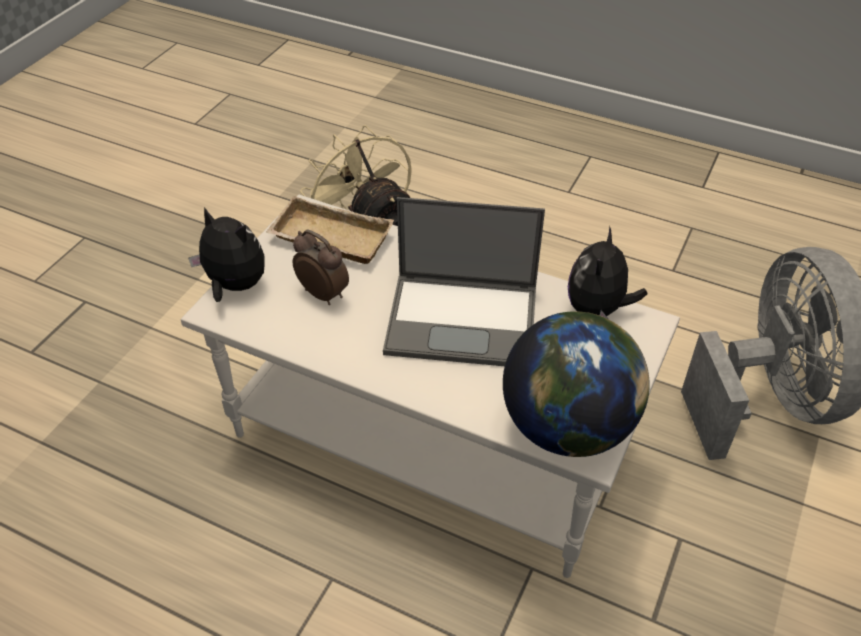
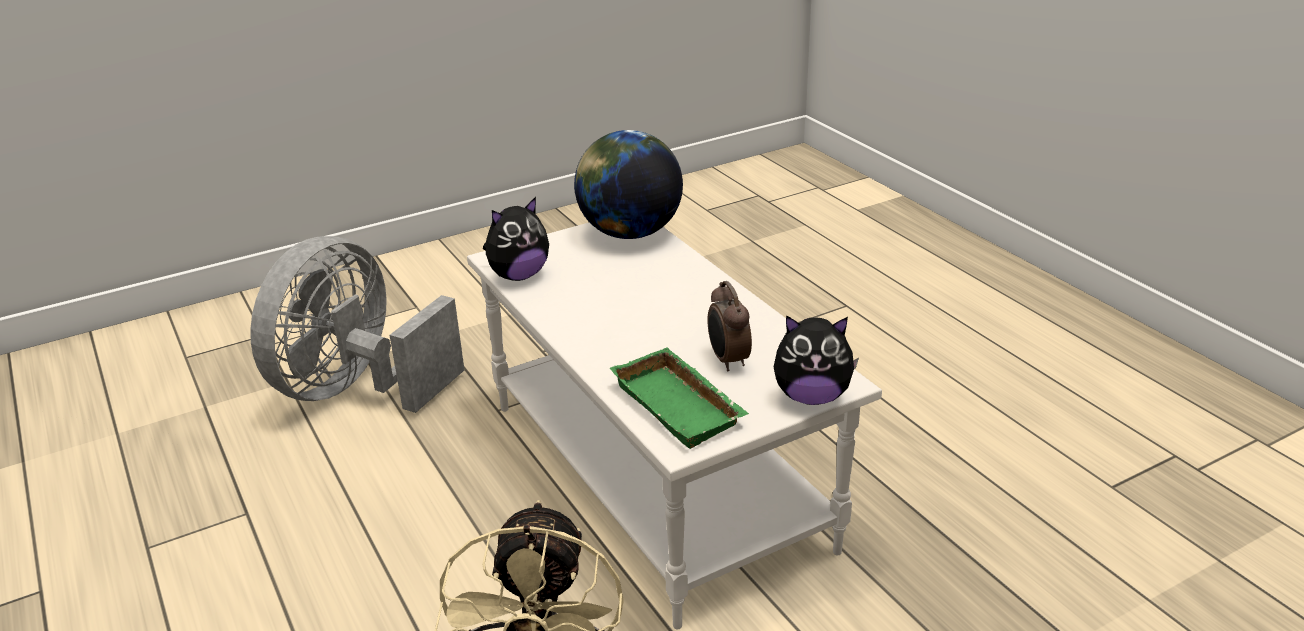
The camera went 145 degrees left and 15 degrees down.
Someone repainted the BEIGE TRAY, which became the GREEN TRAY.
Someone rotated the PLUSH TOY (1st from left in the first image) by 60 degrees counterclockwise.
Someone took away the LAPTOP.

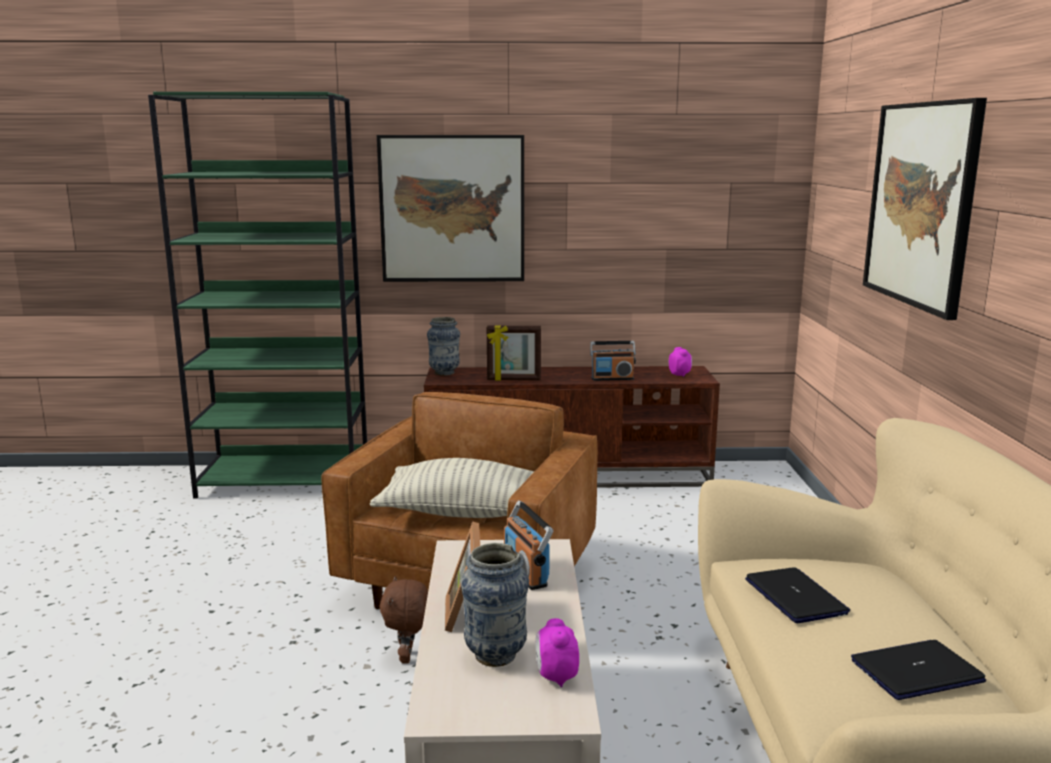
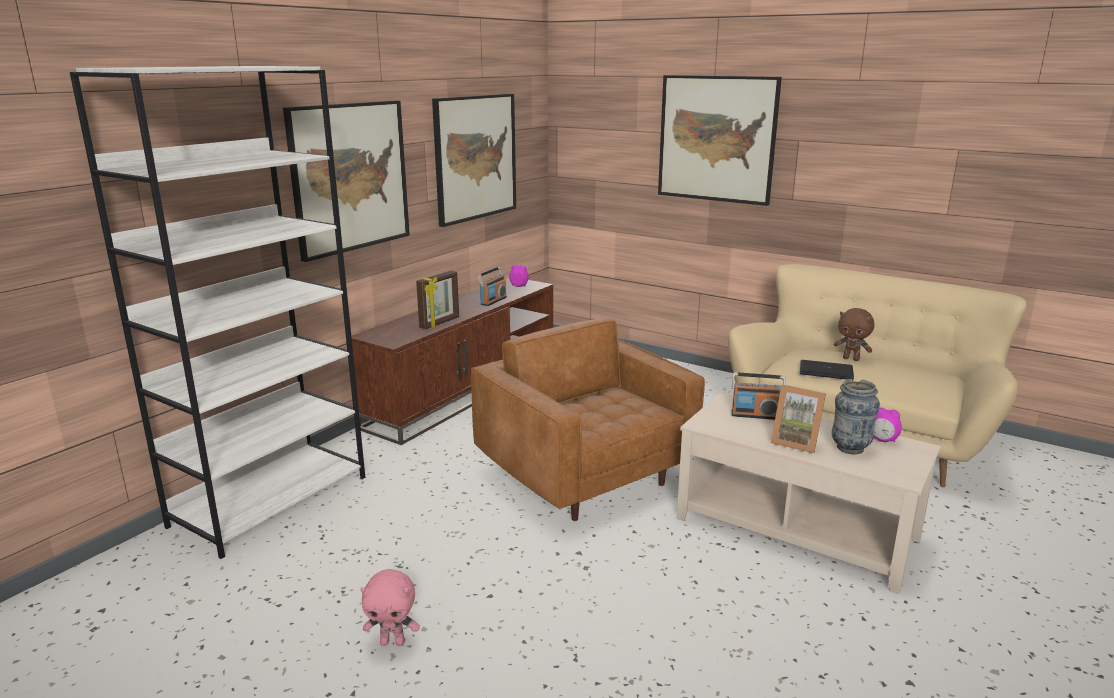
The camera went 55 degrees left and 5 degrees up.
Someone repainted the GREEN BOOKCASE, which became the WHITE BOOKCASE.
Someone put down the PINK PLUSH TOY.
Someone put up the PICTURE (2nd from left).
Someone carried the BROWN PLUSH TOY.
Someone took away the PILLOW.
Someone took away the VASE (1st from left).
Someone took away the LAPTOP (2nd from left).

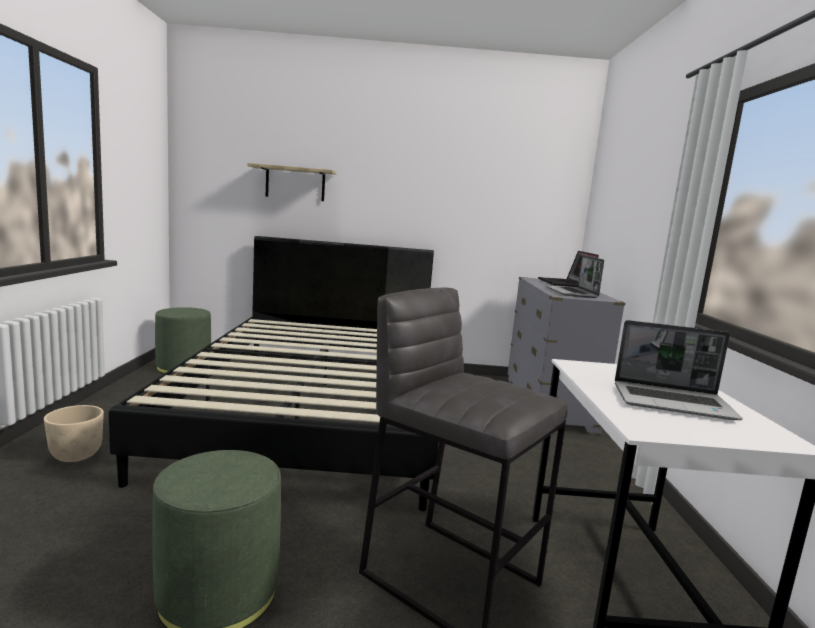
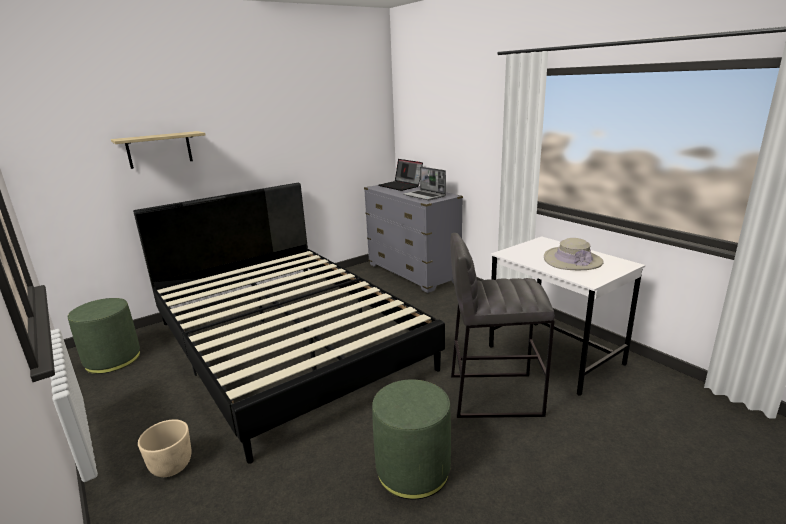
The camera went 35 degrees left and 10 degrees up.
Someone swapped the LAPTOP (3rd from left) for the BEIGE HAT.

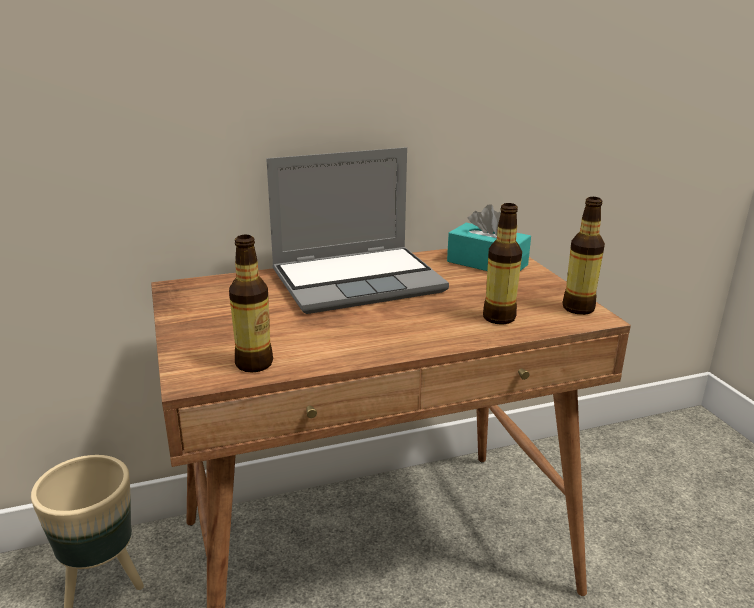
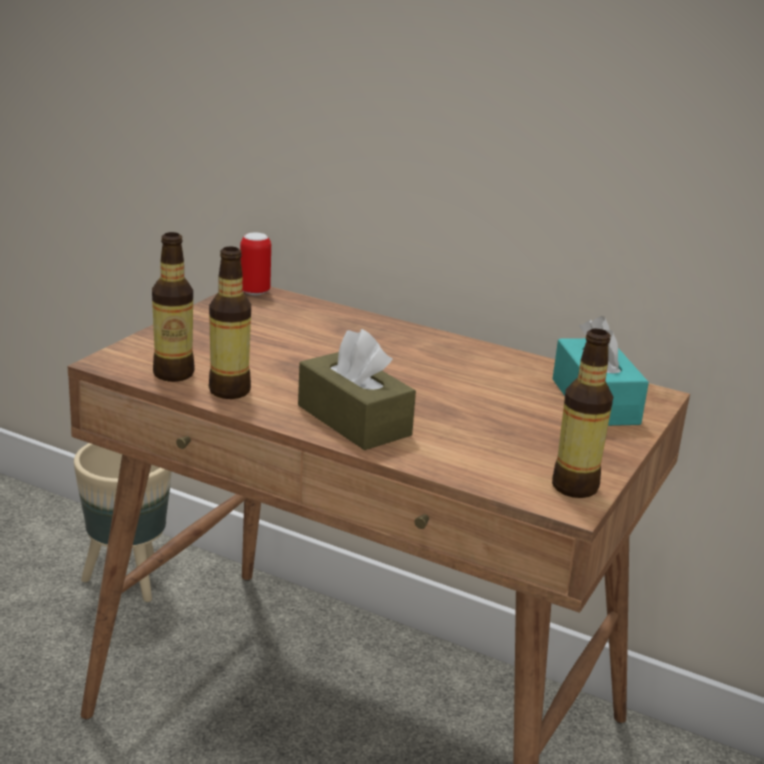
The camera went 45 degrees right and 0 degrees up.
Someone carried the BOTTLE (2nd from left).
Someone put down the CAN.
Someone put down the BROWN TISSUE BOX.
Someone took away the LAPTOP.

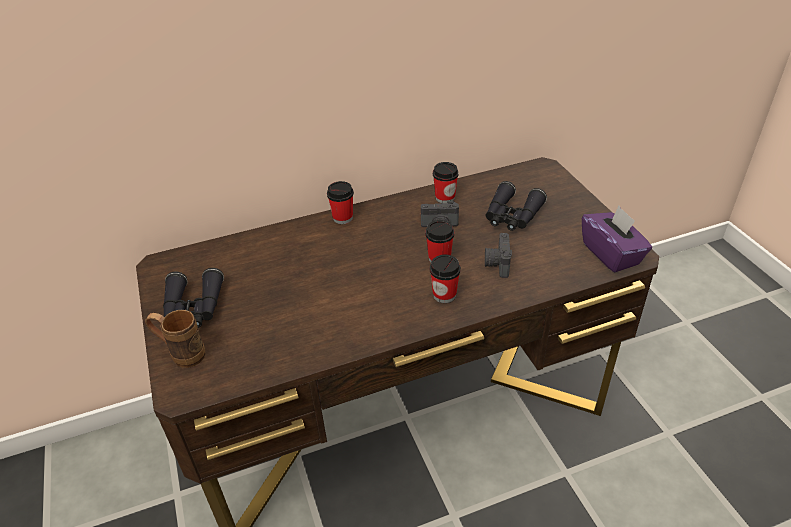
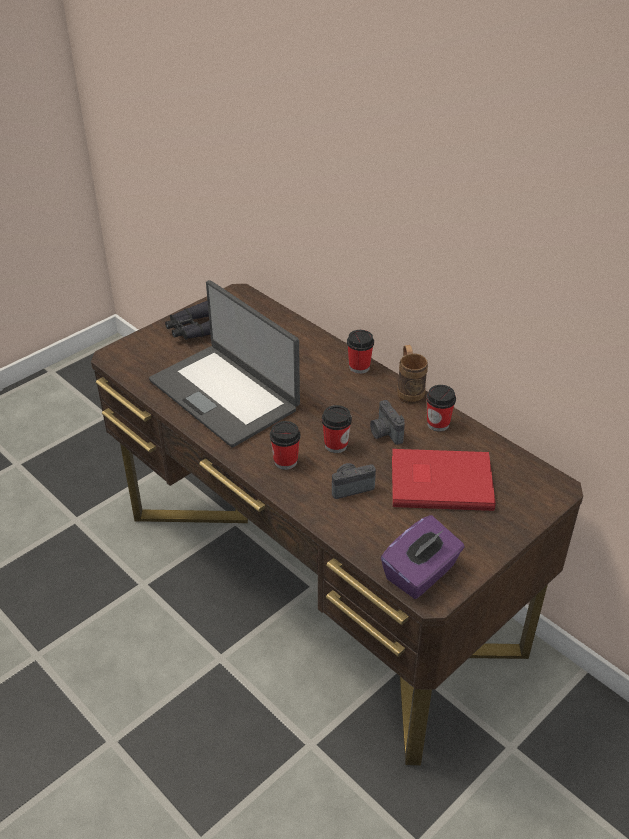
The camera went 65 degrees right and 0 degrees up.
Someone put down the LAPTOP.
Someone swapped the BLACK BINOCULARS (2nd from left) for the RED BOOK.
Someone carried the BROWN MUG.

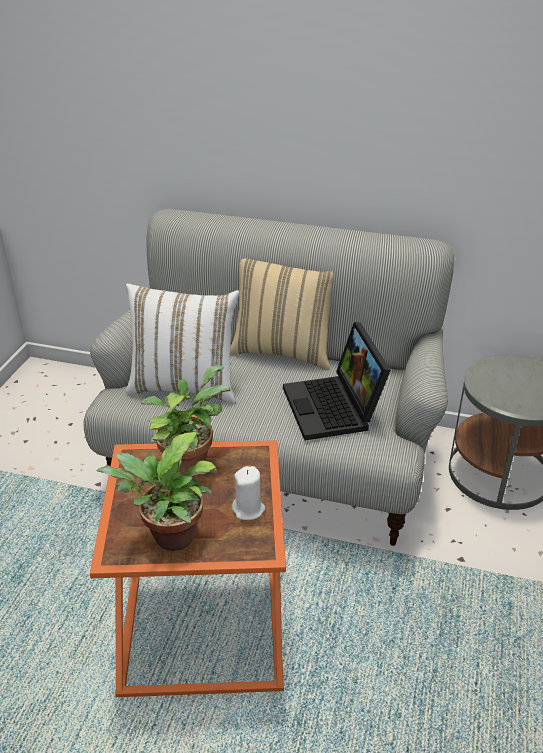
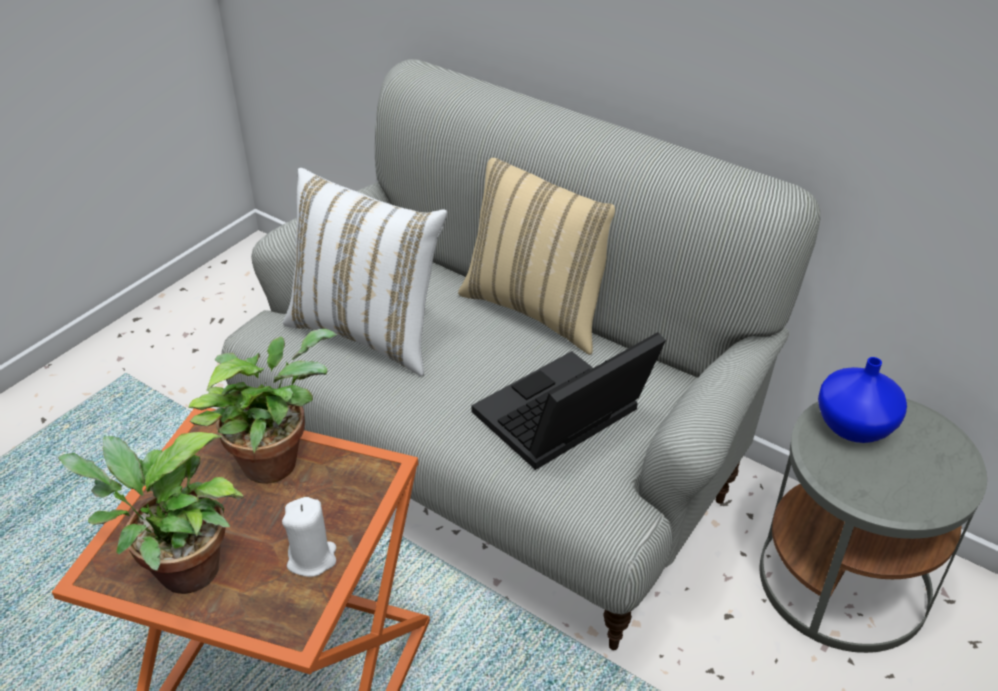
The camera went 20 degrees right and 5 degrees up.
Someone rotated the LAPTOP by 45 degrees clockwise.
Someone put down the BLUE VASE.

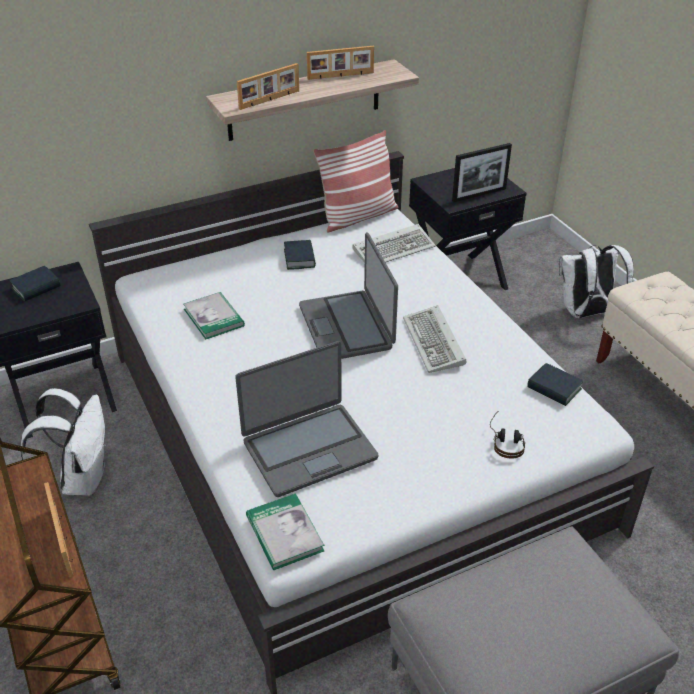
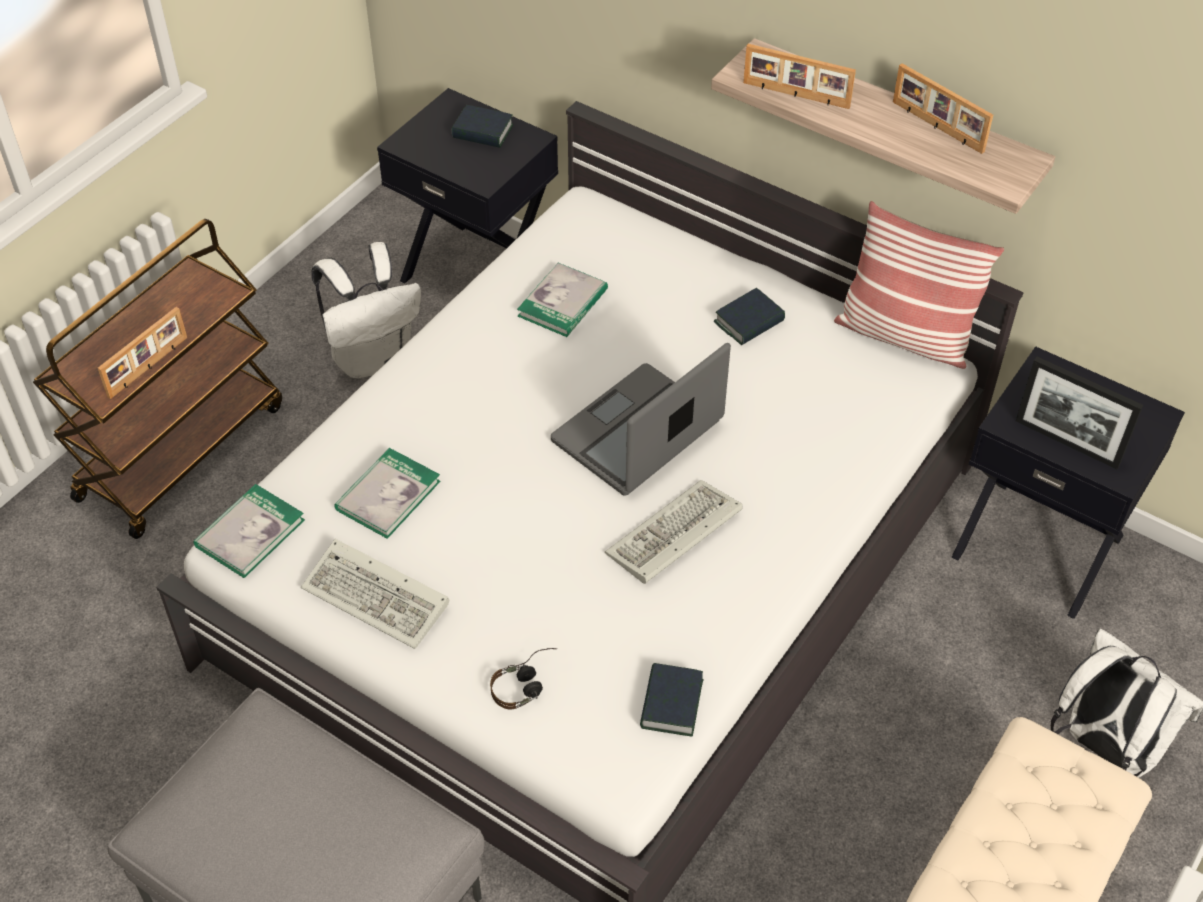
The camera went 60 degrees right and 10 degrees up.
Someone carried the KEYBOARD (1st from left).
Someone swapped the LAPTOP (1st from left) for the BOOK (2nd from left).

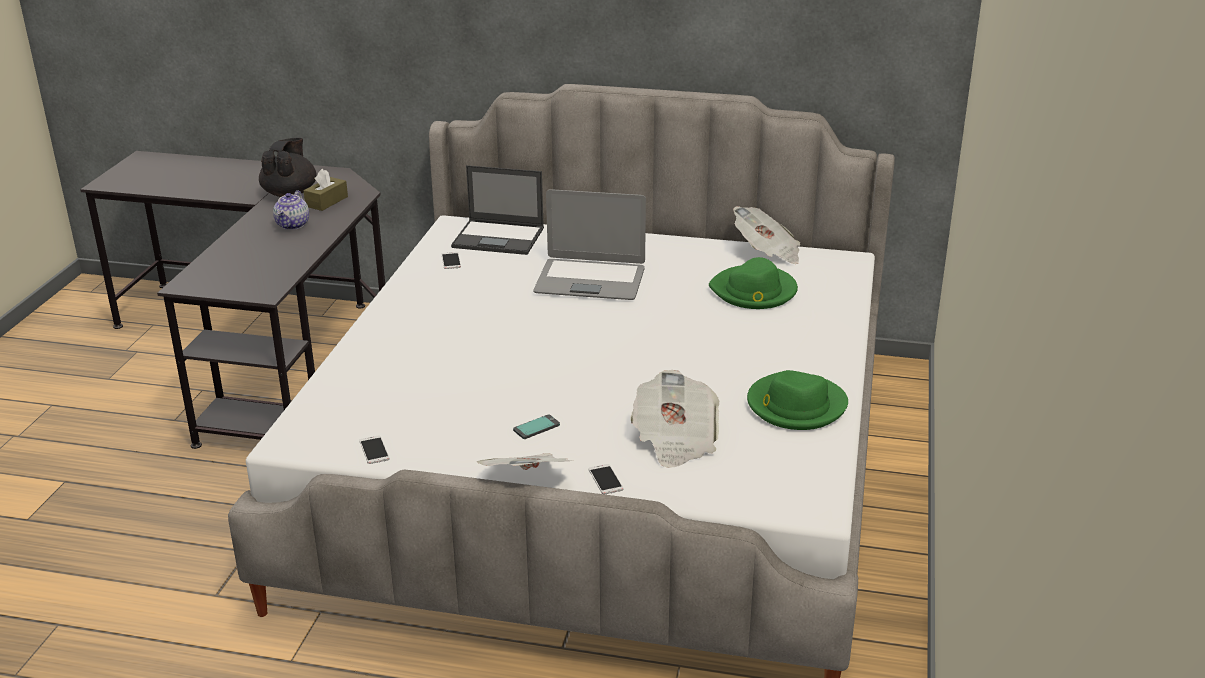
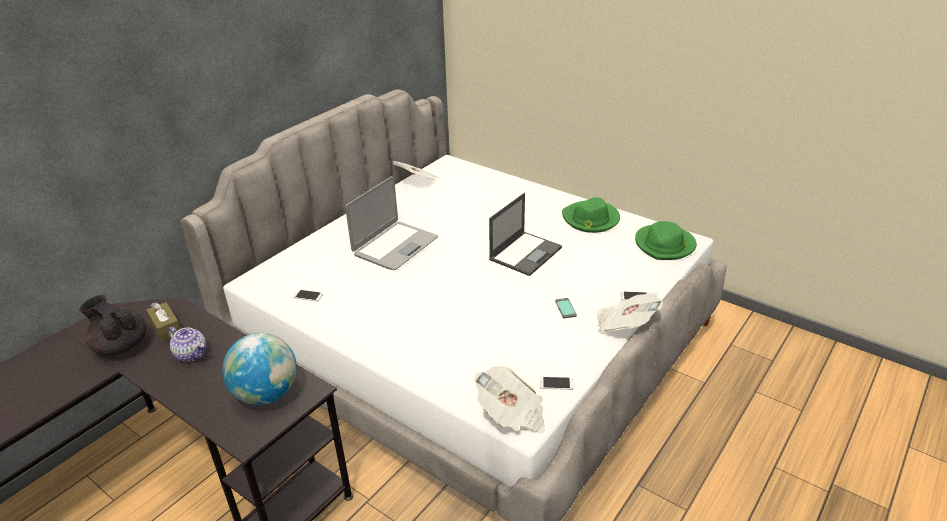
The camera went 65 degrees left and 5 degrees up.
Someone put down the GLOBE.
Someone carried the NEWSPAPER (2nd from left).
Someone carried the LAPTOP (1st from left in the first image).
Someone carried the GREEN HAT (1st from left in the first image).

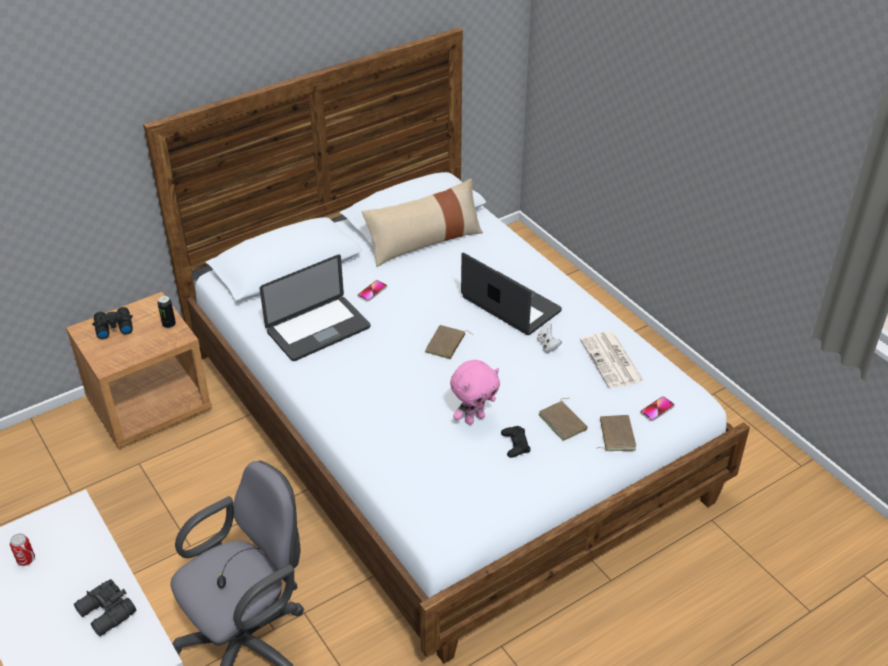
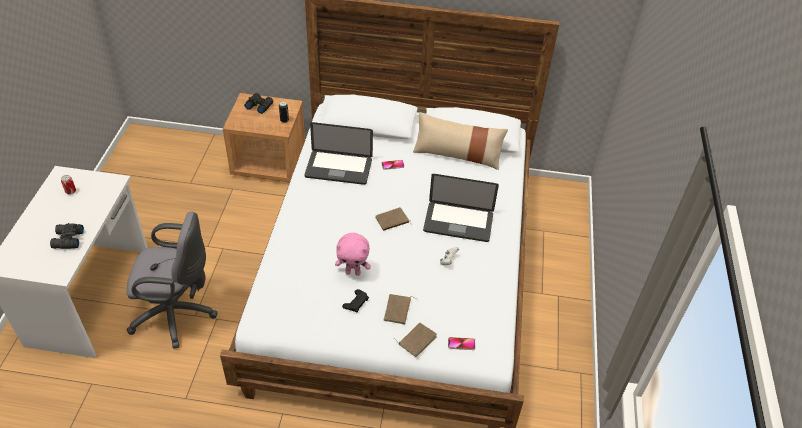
The camera went 40 degrees right and 5 degrees up.
Someone rotated the LAPTOP (2nd from left) by 105 degrees clockwise.
Someone took away the NEWSPAPER.

